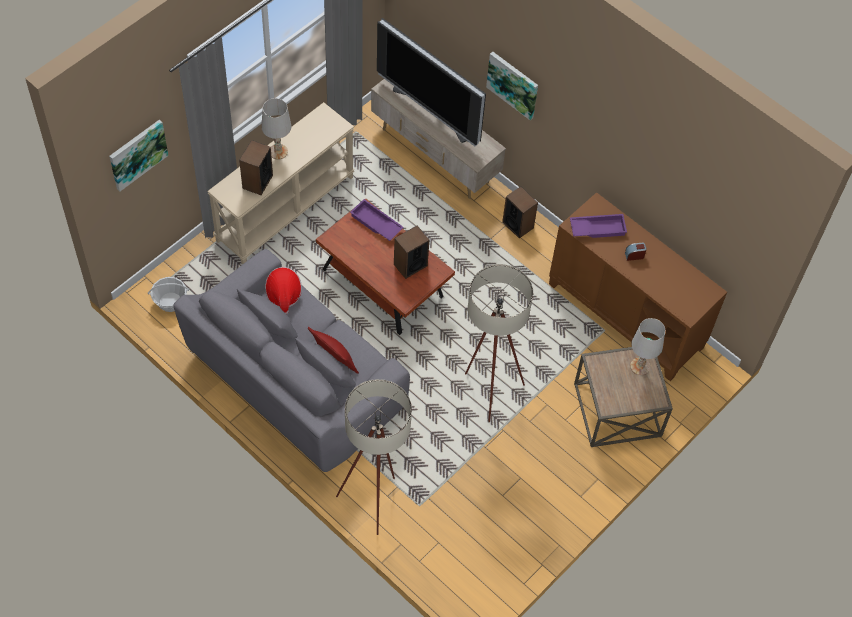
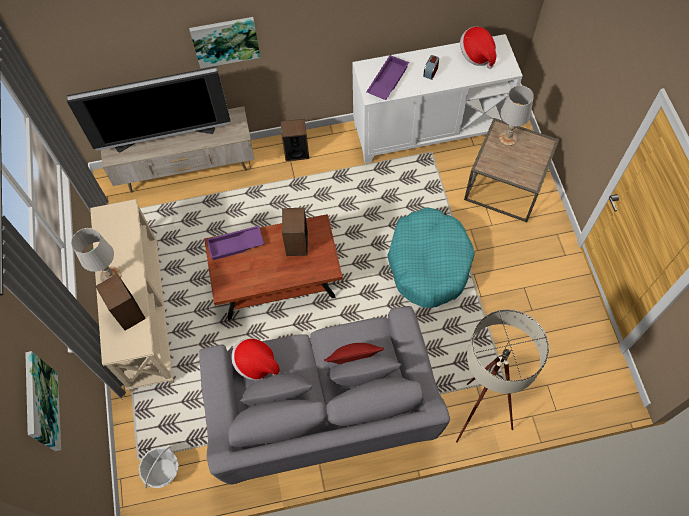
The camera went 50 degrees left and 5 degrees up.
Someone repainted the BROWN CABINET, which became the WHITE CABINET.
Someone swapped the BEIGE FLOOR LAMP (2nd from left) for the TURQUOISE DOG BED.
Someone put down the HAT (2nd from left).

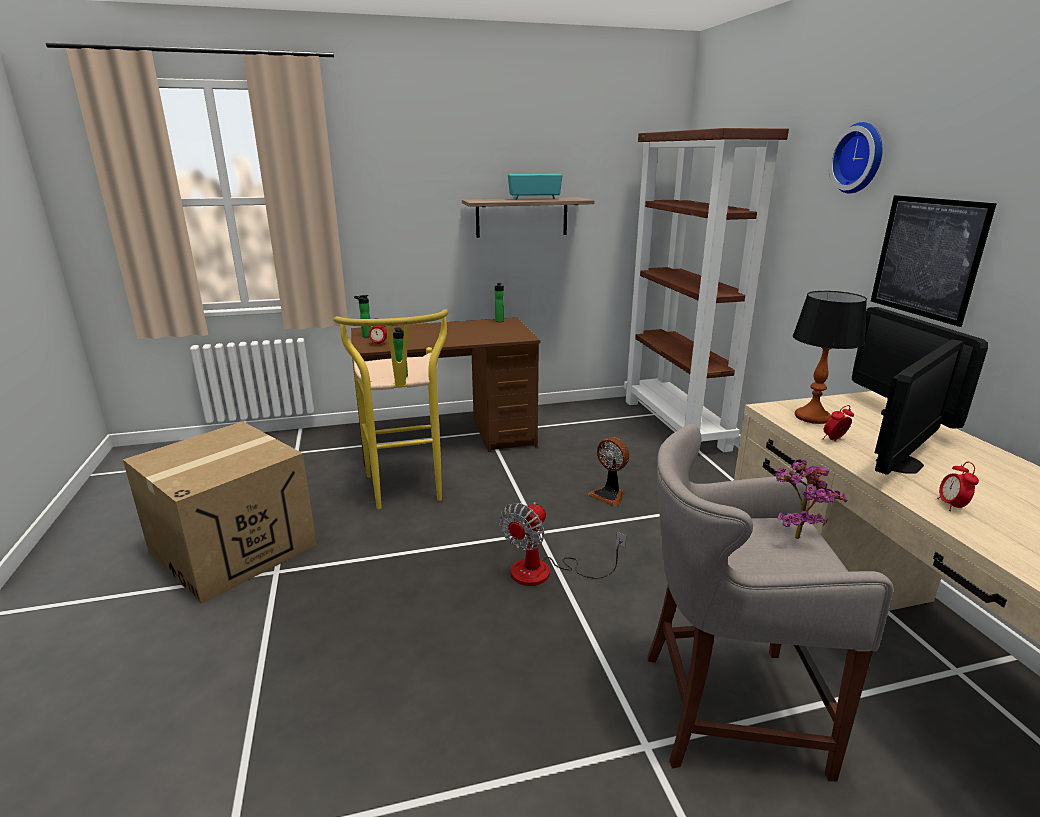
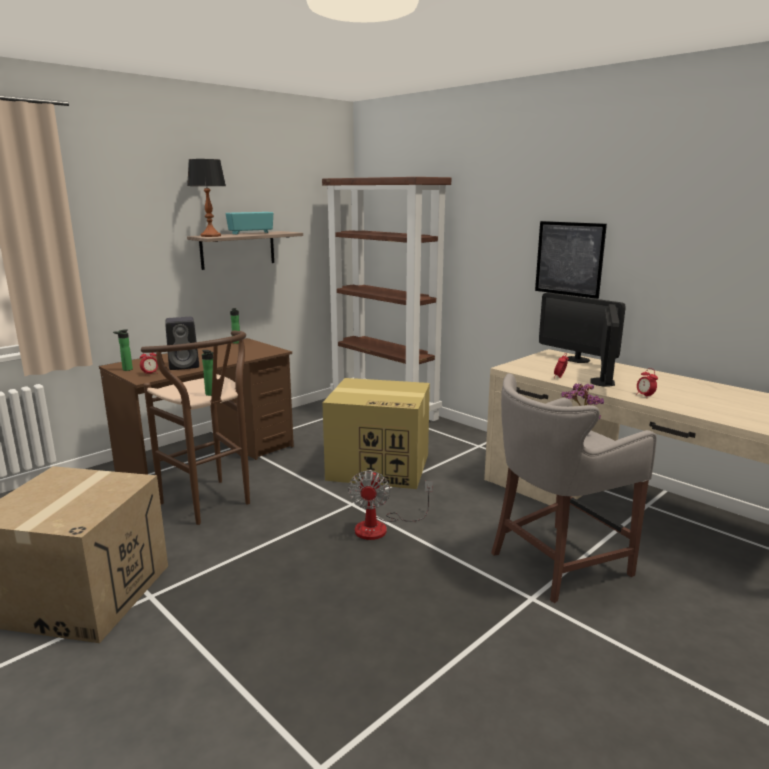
The camera went 30 degrees left and 5 degrees down.
Someone repainted the YELLOW STOOL, which became the BROWN STOOL.
Someone put down the BLACK SPEAKER.
Someone carried the TABLE LAMP.
Someone swapped the FAN (2nd from left) for the CARDBOARD BOX (2nd from left).
Someone took away the WALL CLOCK.

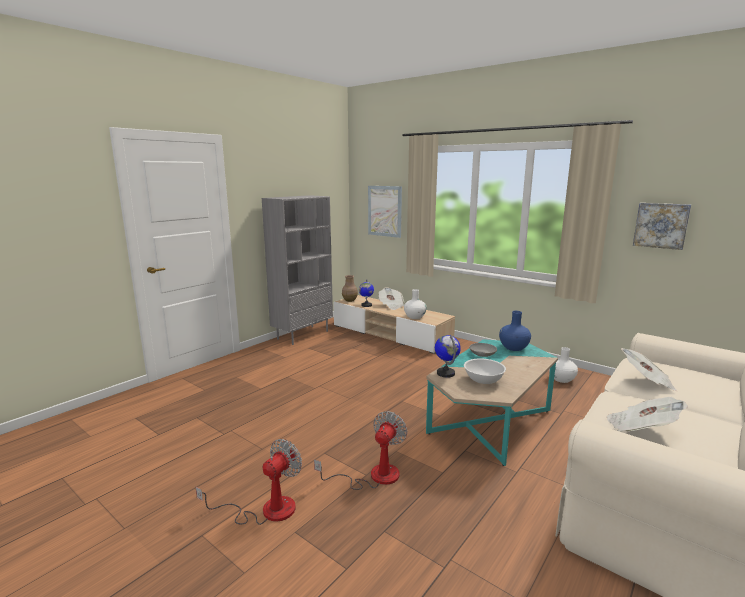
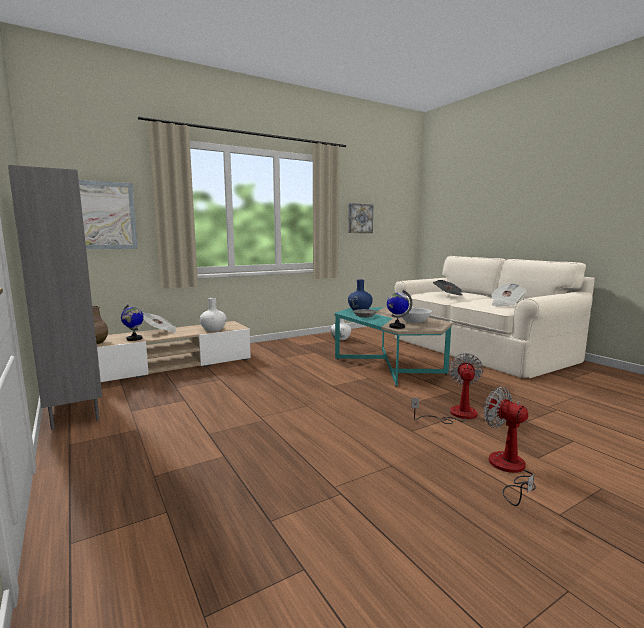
The camera went 70 degrees left and 5 degrees down.
Someone rotated the FAN (2nd from left in the first image) by 60 degrees clockwise.

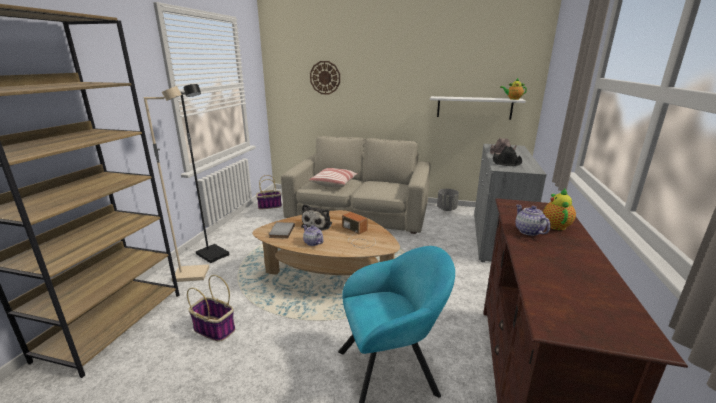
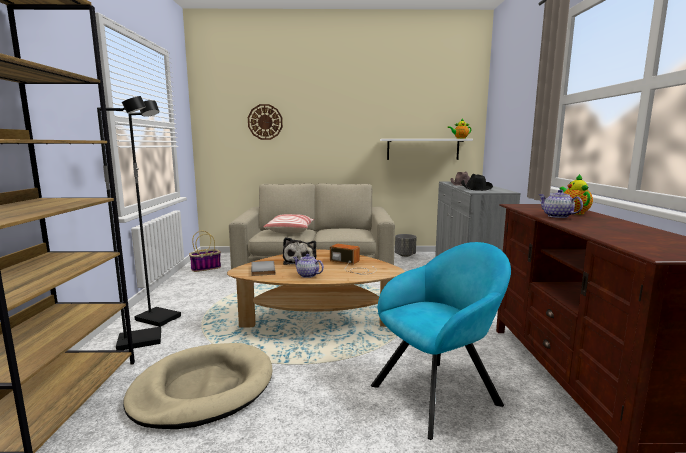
The camera went 15 degrees left and 10 degrees down.
Someone repainted the BEIGE FLOOR LAMP, which became the BLACK FLOOR LAMP (1st from left).
Someone swapped the BASKET (1st from left) for the BEIGE DOG BED.

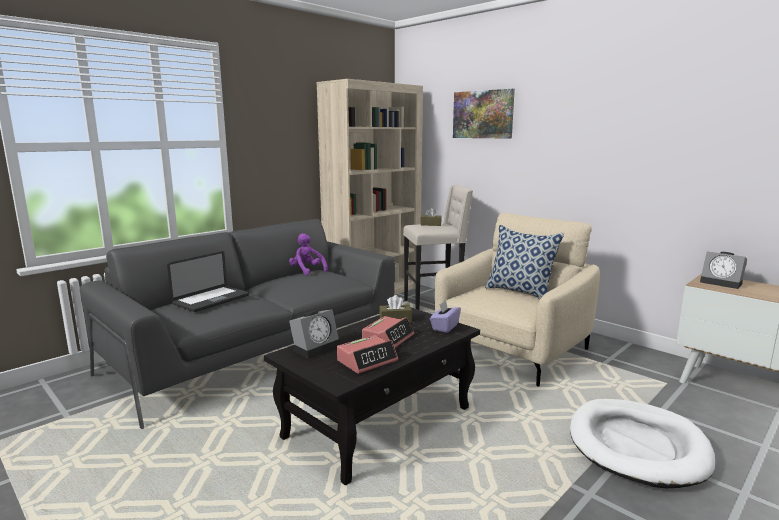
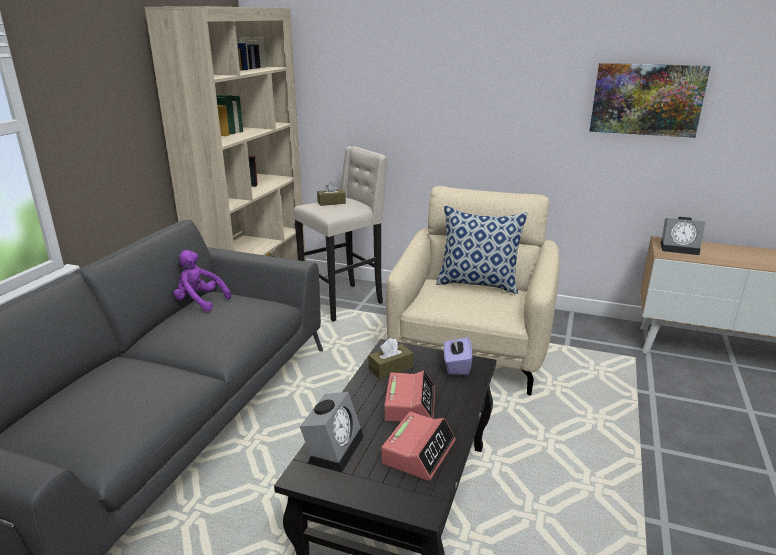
The camera went 25 degrees left and 10 degrees up.
Someone carried the PICTURE.
Someone took away the LAPTOP.
Someone took away the WHITE DOG BED.

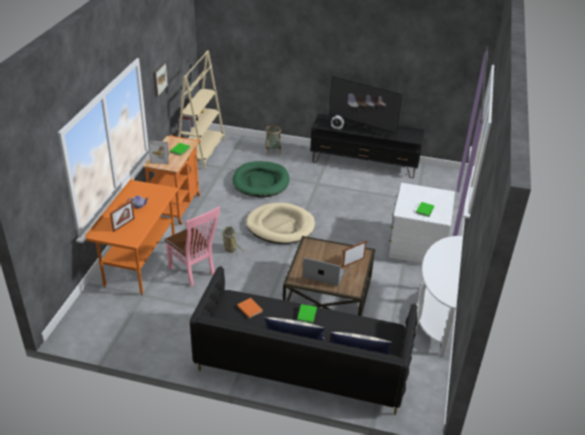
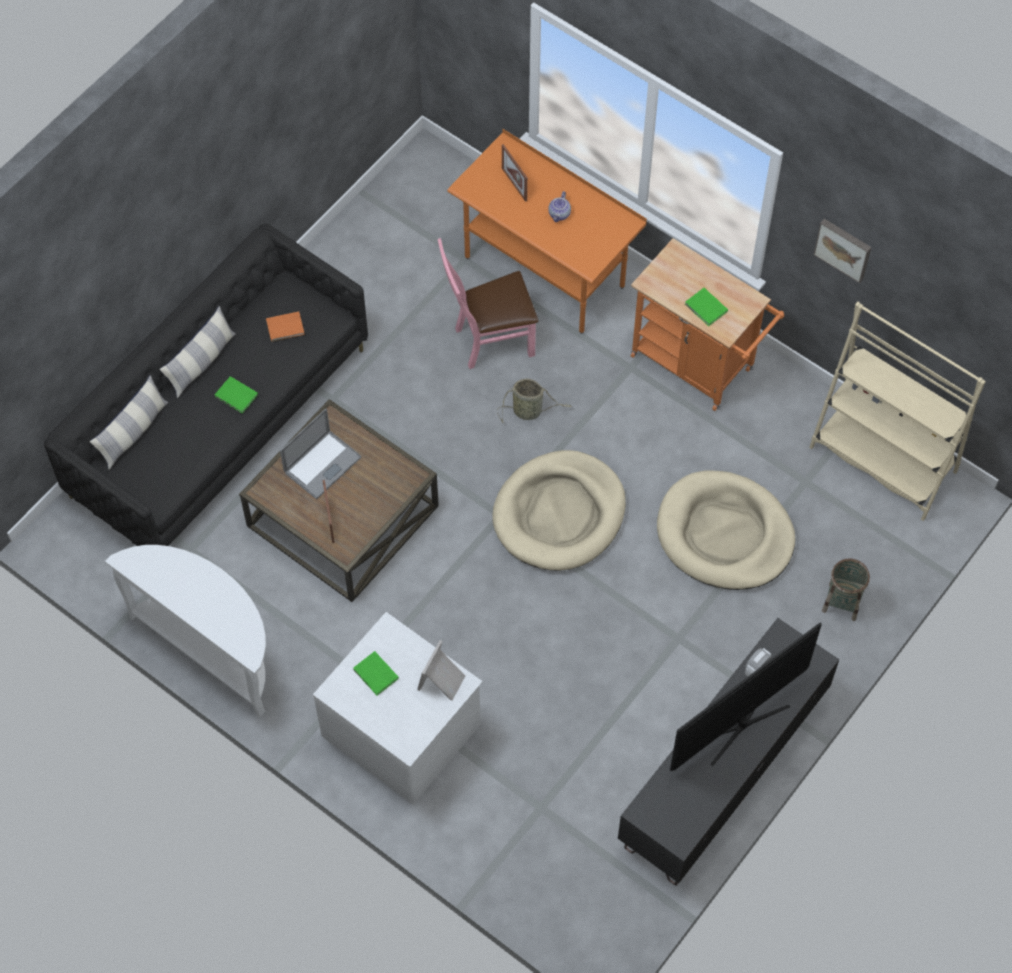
The camera went 115 degrees right and 25 degrees up.
Someone carried the PICTURE FRAME (2nd from left).
Someone repainted the GREEN DOG BED, which became the BEIGE DOG BED (2nd from left).

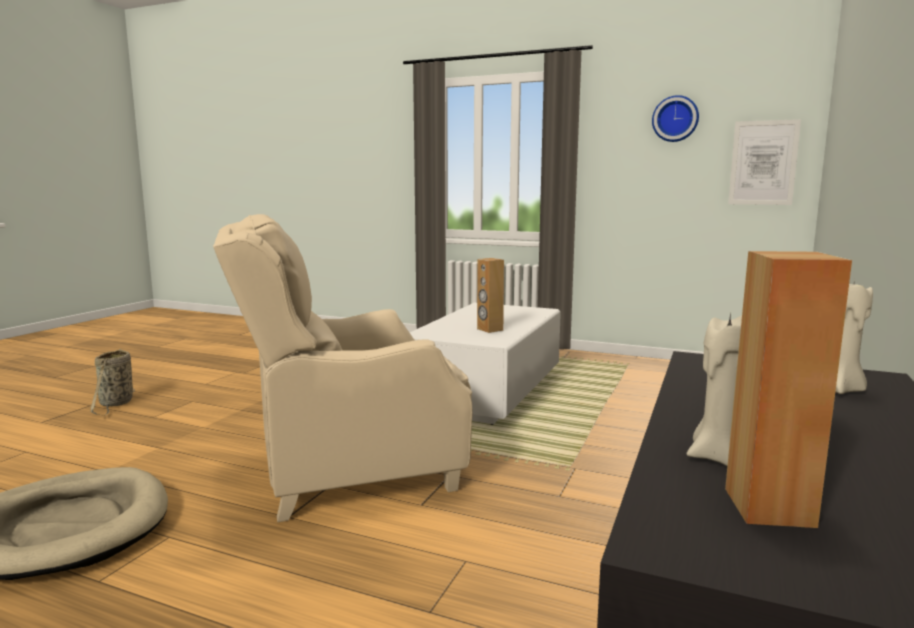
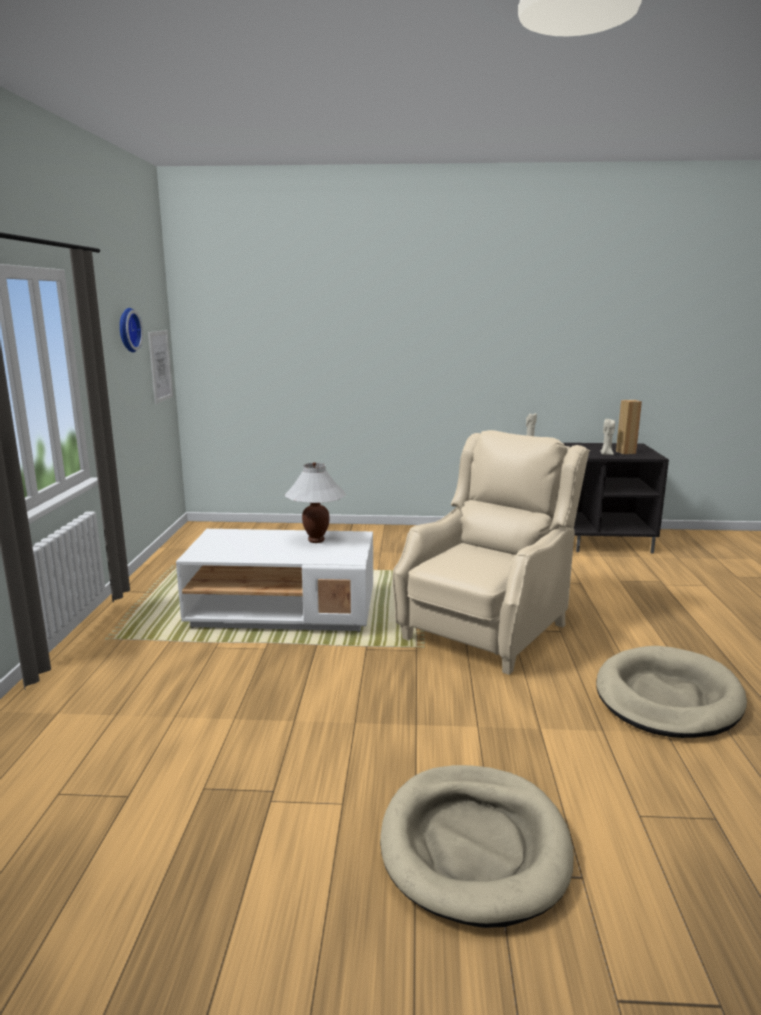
The camera went 110 degrees left and 5 degrees up.
Someone swapped the BROWN SPEAKER (1st from left) for the WHITE TABLE LAMP.
Someone swapped the BASKET for the BEIGE DOG BED (1st from left).
Someone rotated the BEIGE ARMCHAIR by 105 degrees counterclockwise.

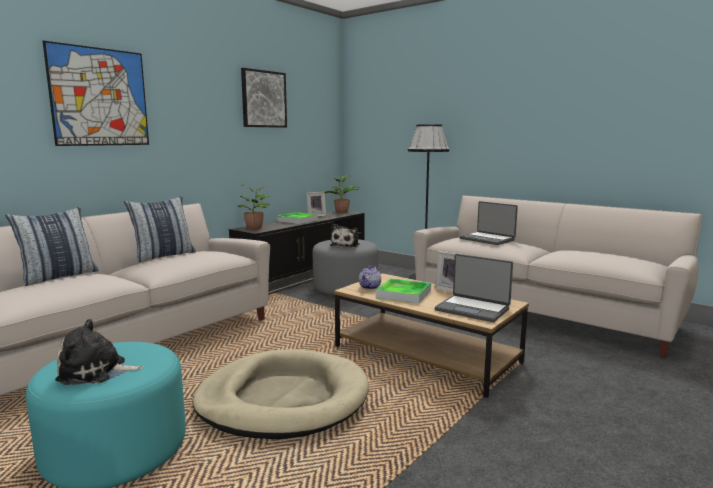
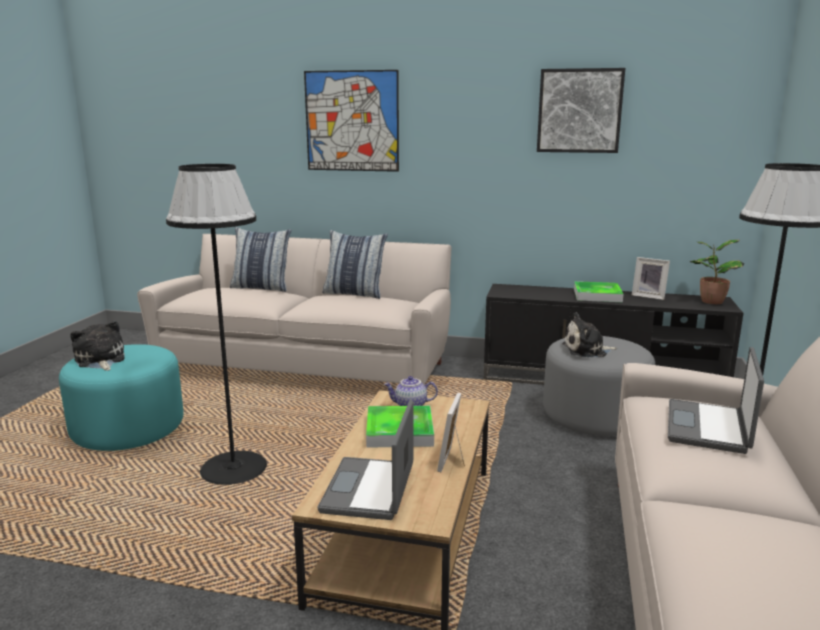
The camera went 65 degrees right and 5 degrees up.
Someone swapped the BEIGE DOG BED for the BLACK FLOOR LAMP (1st from left).
Someone took away the POTTED PLANT (1st from left).

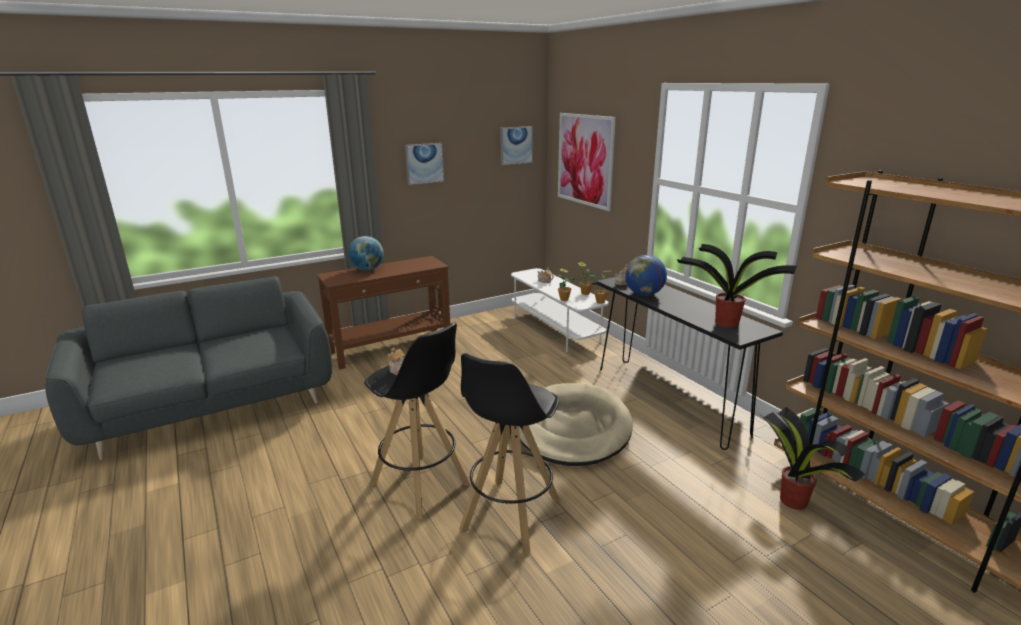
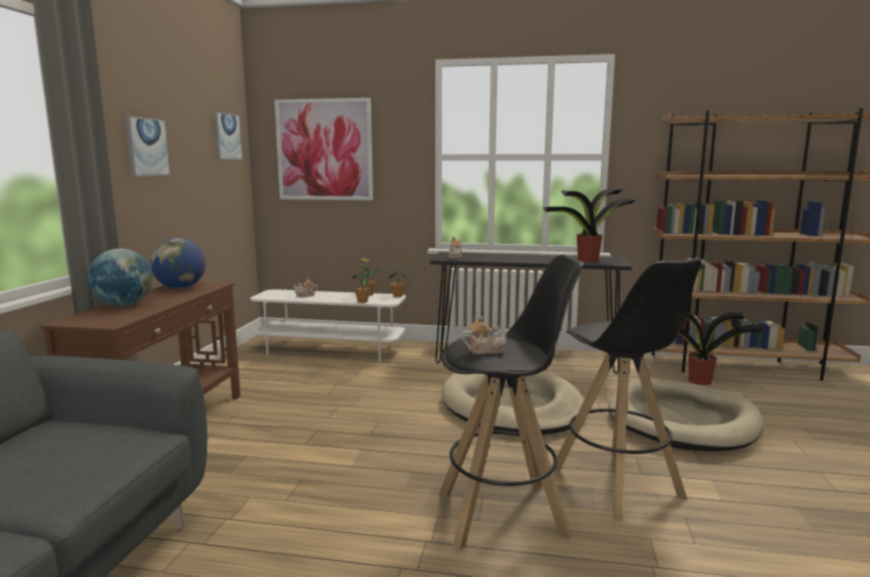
The camera went 50 degrees left and 10 degrees down.
Someone carried the GLOBE (2nd from left).
Someone put down the BEIGE DOG BED (2nd from left).

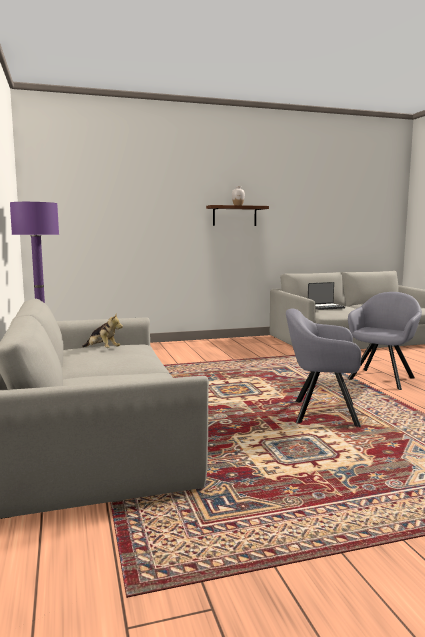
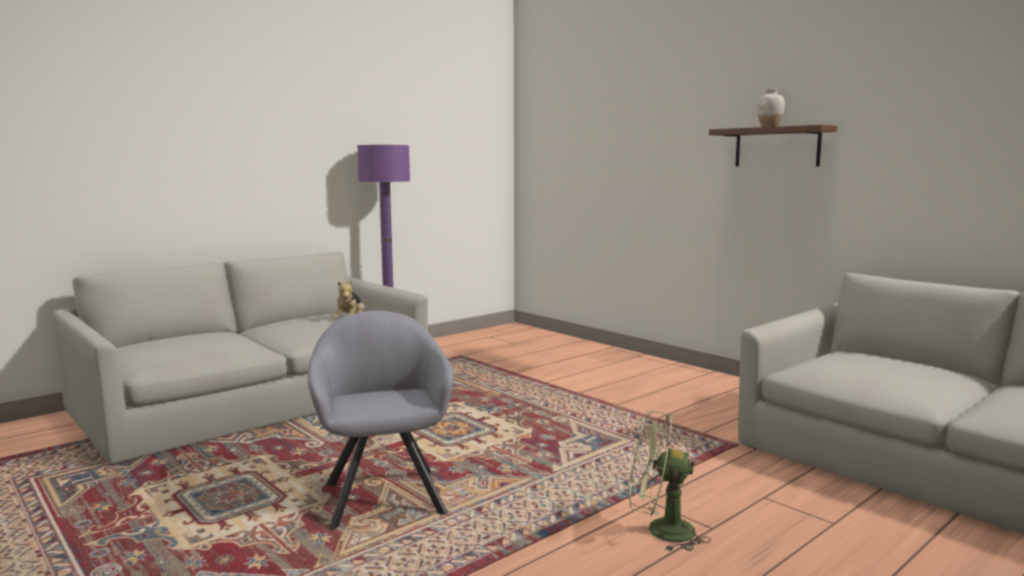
The camera went 65 degrees right and 0 degrees up.
Someone swapped the GREY ARMCHAIR (2nd from left) for the GREEN FAN.
Someone took away the LAPTOP.

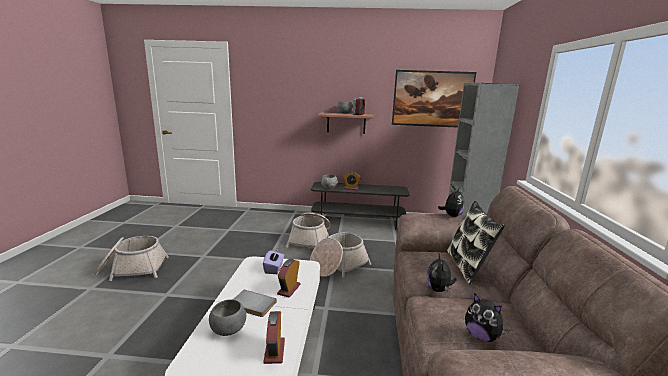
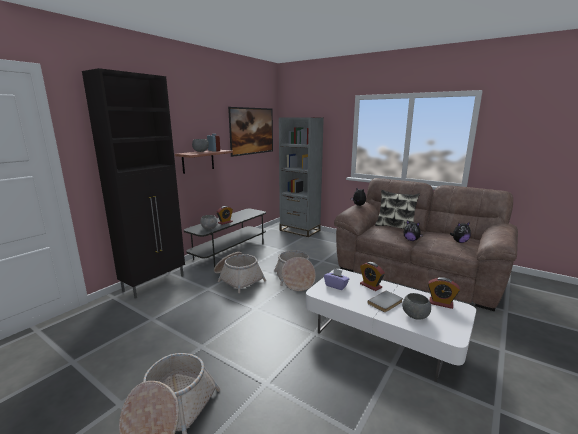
The camera went 60 degrees left and 0 degrees up.
Someone put down the BLACK CABINET.

